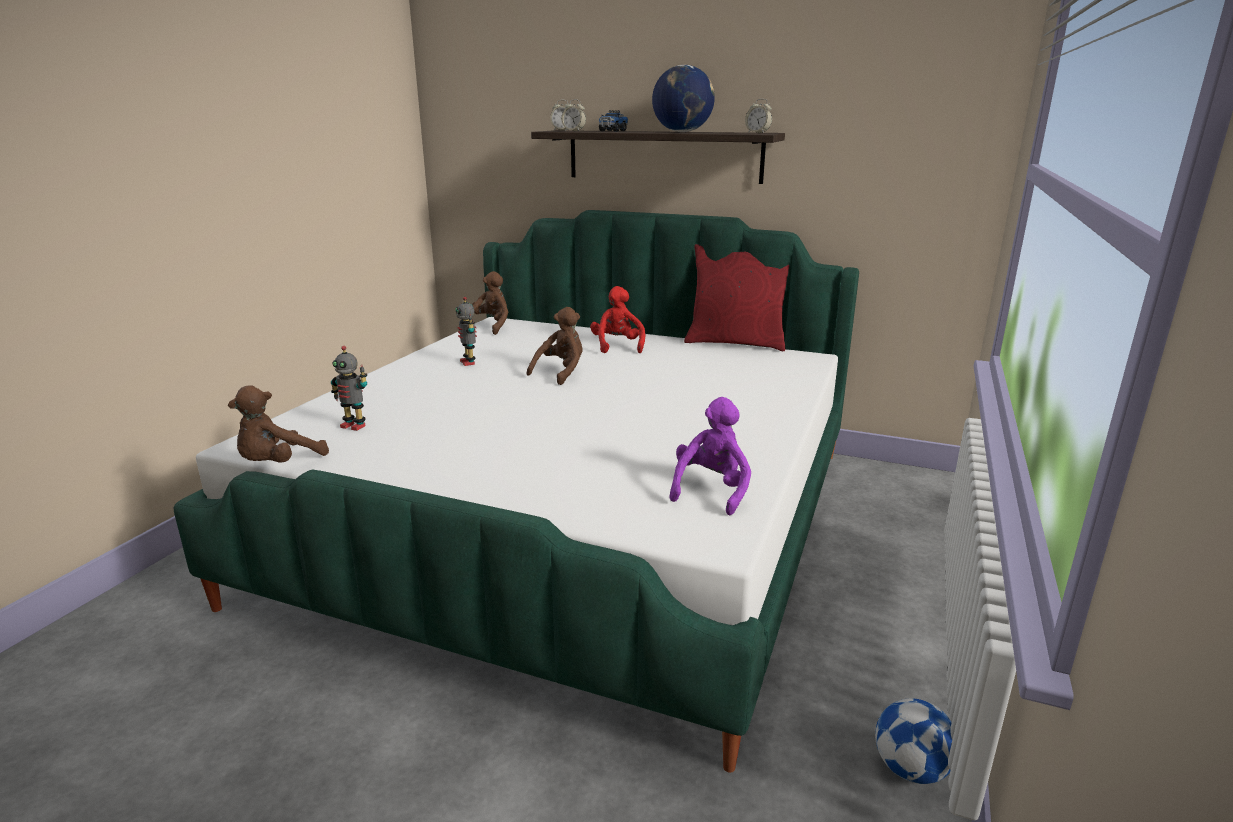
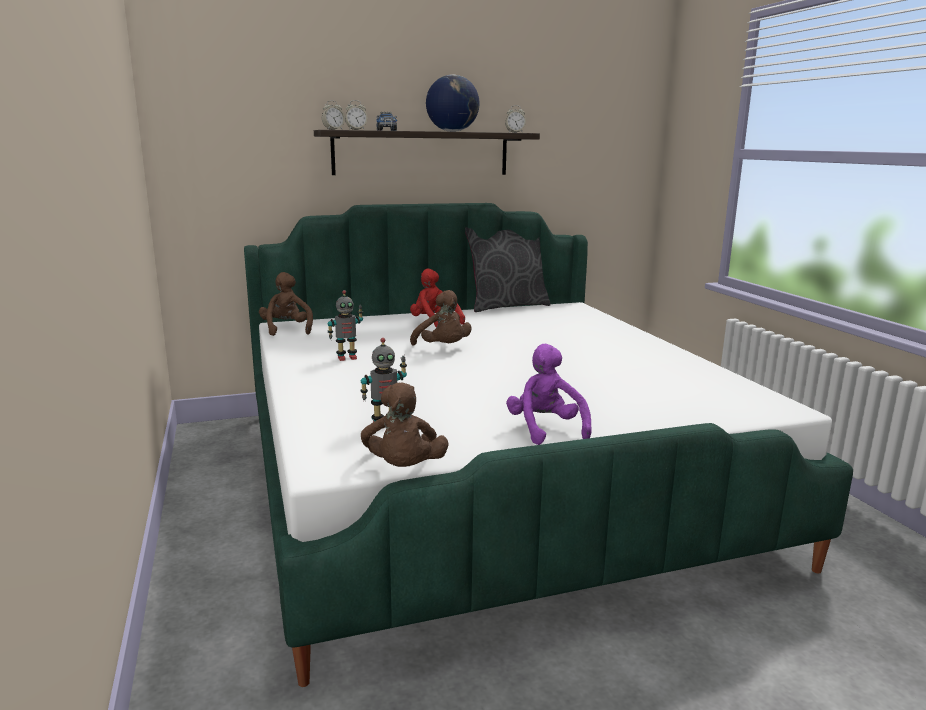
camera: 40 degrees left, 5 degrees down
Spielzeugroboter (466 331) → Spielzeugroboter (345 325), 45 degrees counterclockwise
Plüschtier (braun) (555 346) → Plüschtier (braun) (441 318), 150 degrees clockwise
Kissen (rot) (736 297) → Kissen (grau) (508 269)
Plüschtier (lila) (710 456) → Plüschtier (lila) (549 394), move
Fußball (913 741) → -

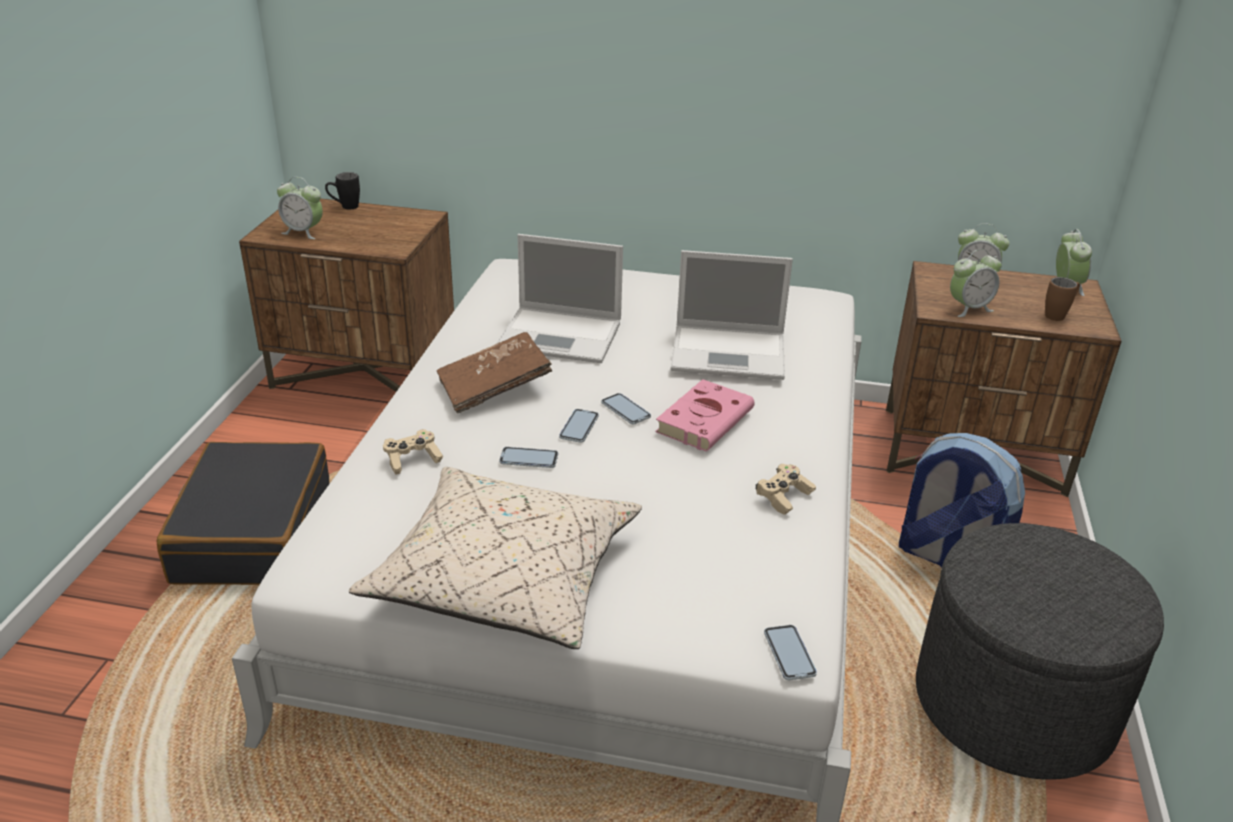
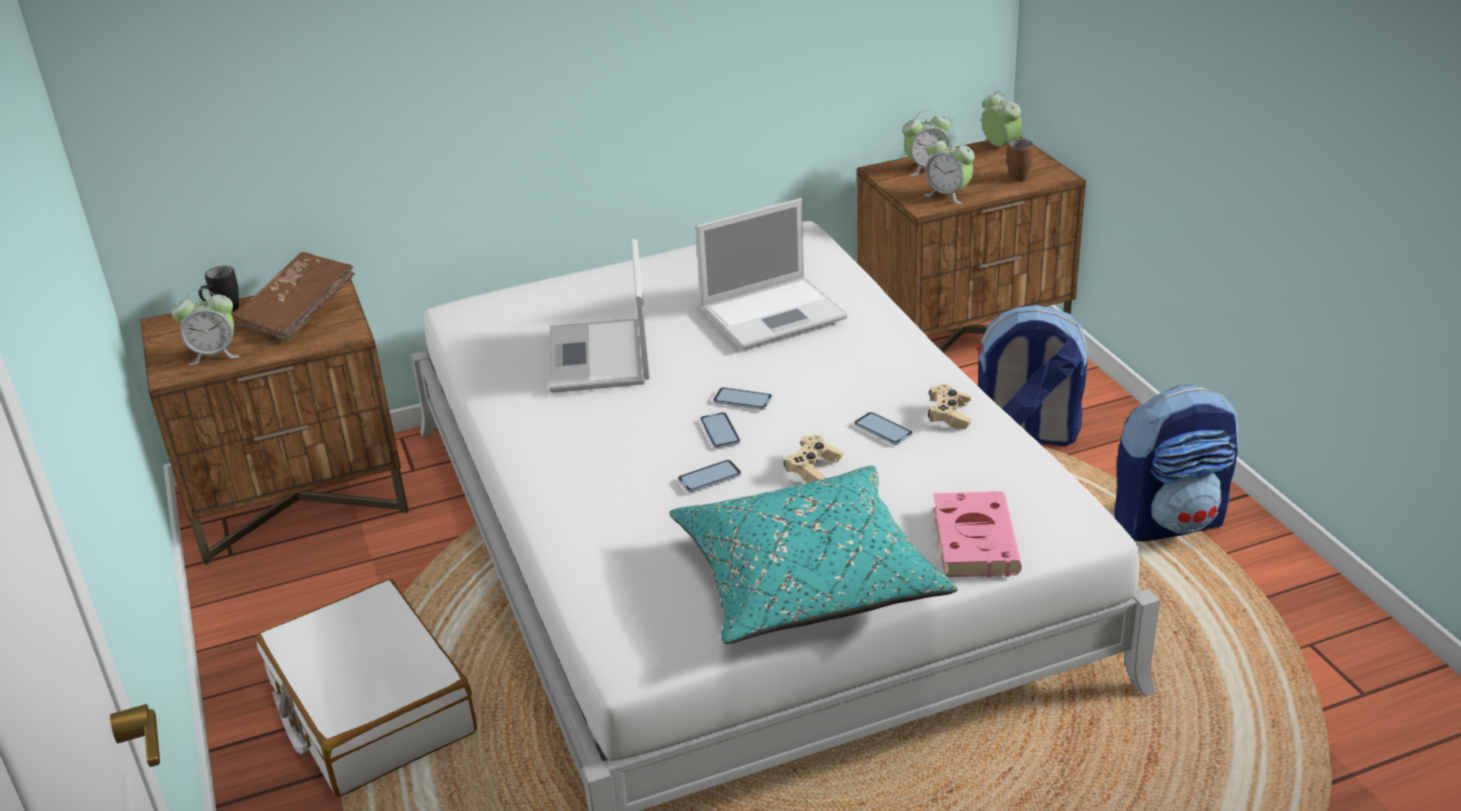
camera: 30 degrees left, 0 degrees up
Buch (braun) (494 372) → Buch (braun) (294 296), move
Koffer (schwarz) (243 513) → Koffer (weiß) (366 688)
Laptop (559 298) → Laptop (599 316), 105 degrees clockwise
Kissen (beige) (495 558) → Kissen (türkis) (813 555)
Gamepad (beige) (413 452) → Gamepad (beige) (813 459), move
Handy (790 652) → Handy (883 428), move
Wecker (976 283) → Wecker (949 169), 90 degrees clockwise
Buch (rosa) (705 415) → Buch (rosa) (977 534), move
Polsterhocker (grau) (1040 651) → Rucksack (1176 463)

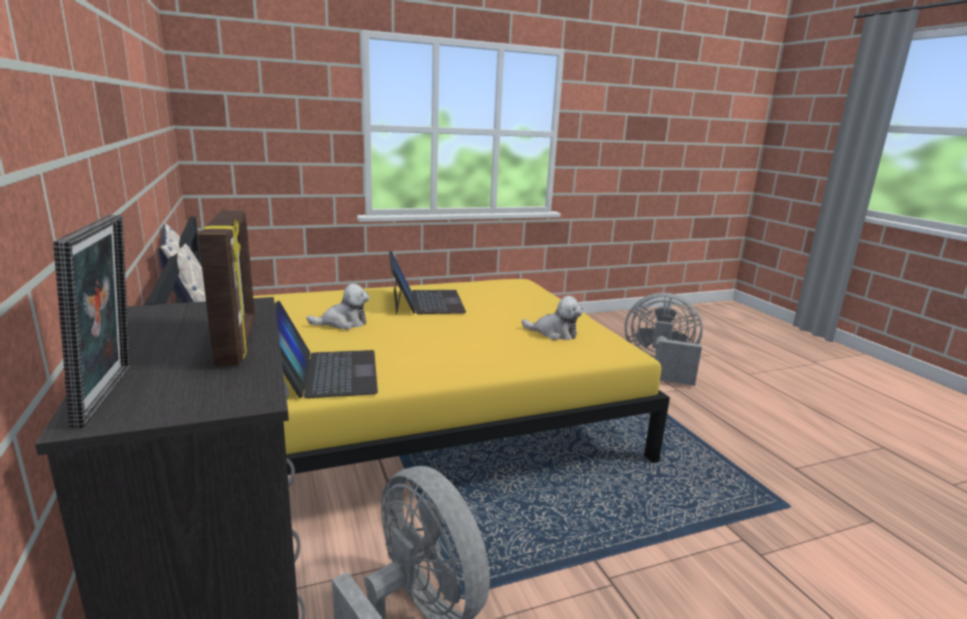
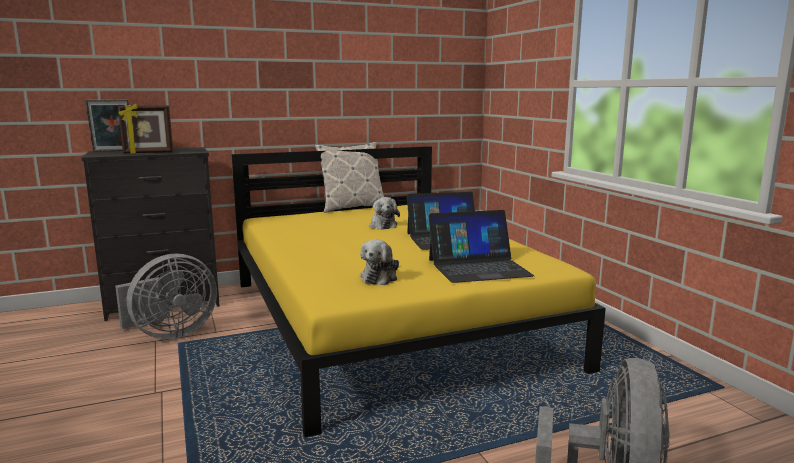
camera: 90 degrees right, 5 degrees down
Laptop (326 349) → Laptop (481 246), move

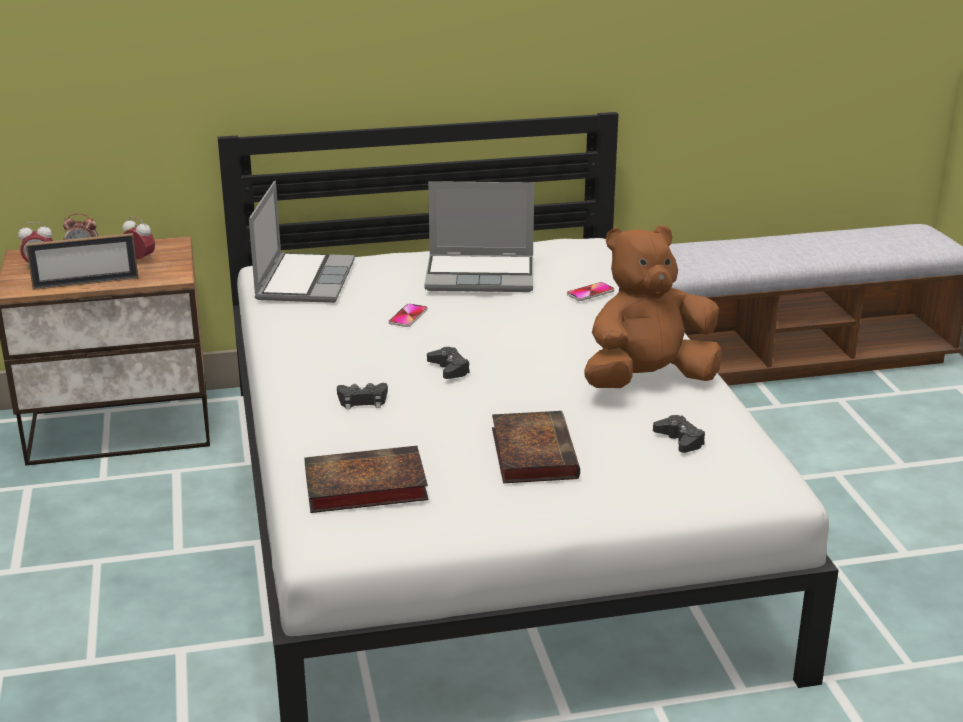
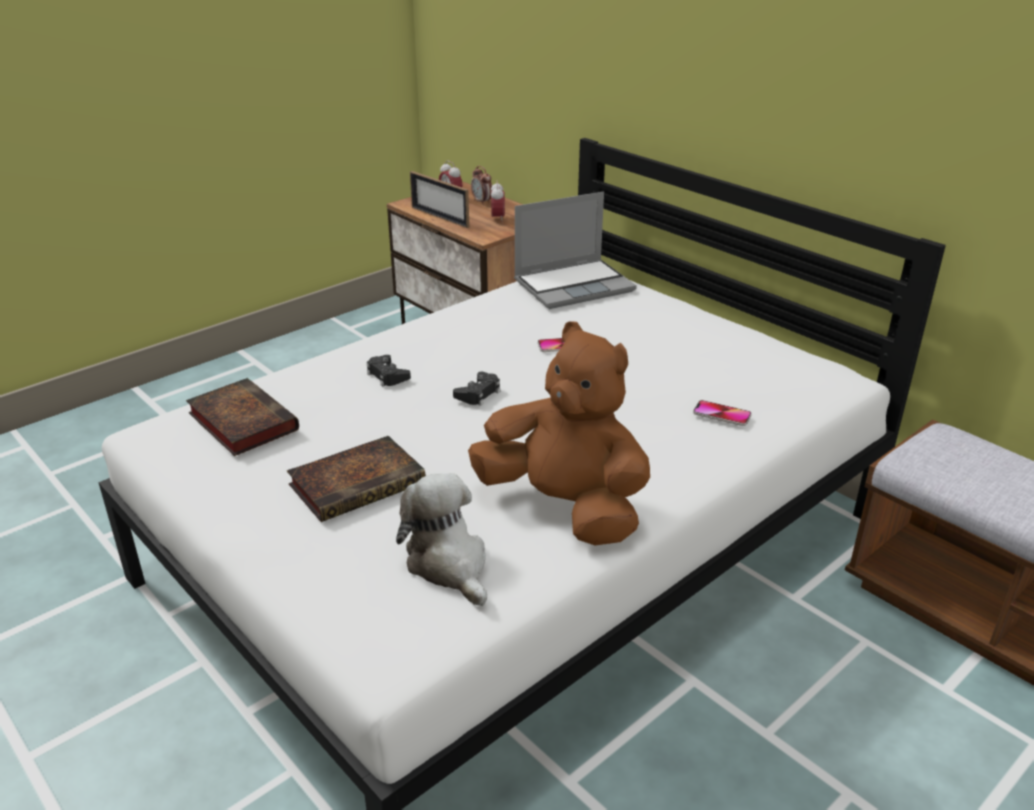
camera: 60 degrees right, 5 degrees up
Gamepad (schwarz) (679 434) → Plüschtier (441 539)
Laptop (479 236) → -

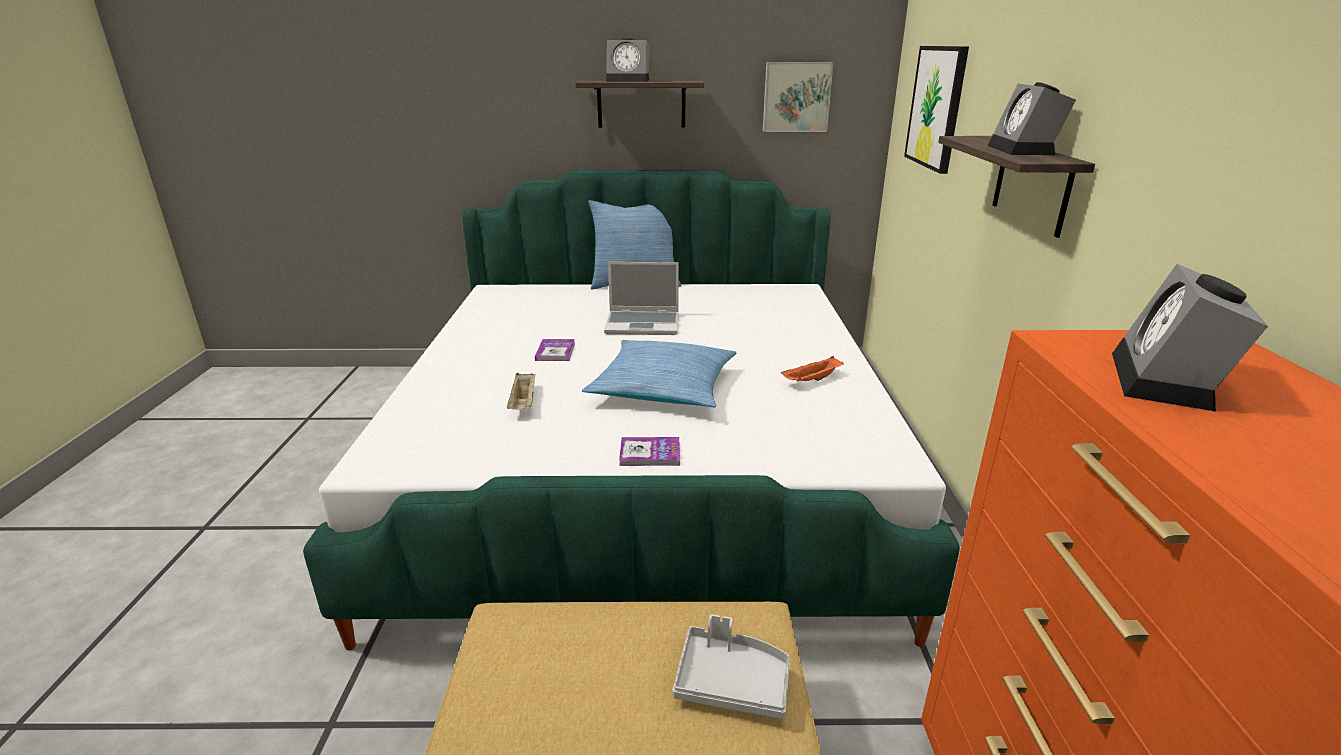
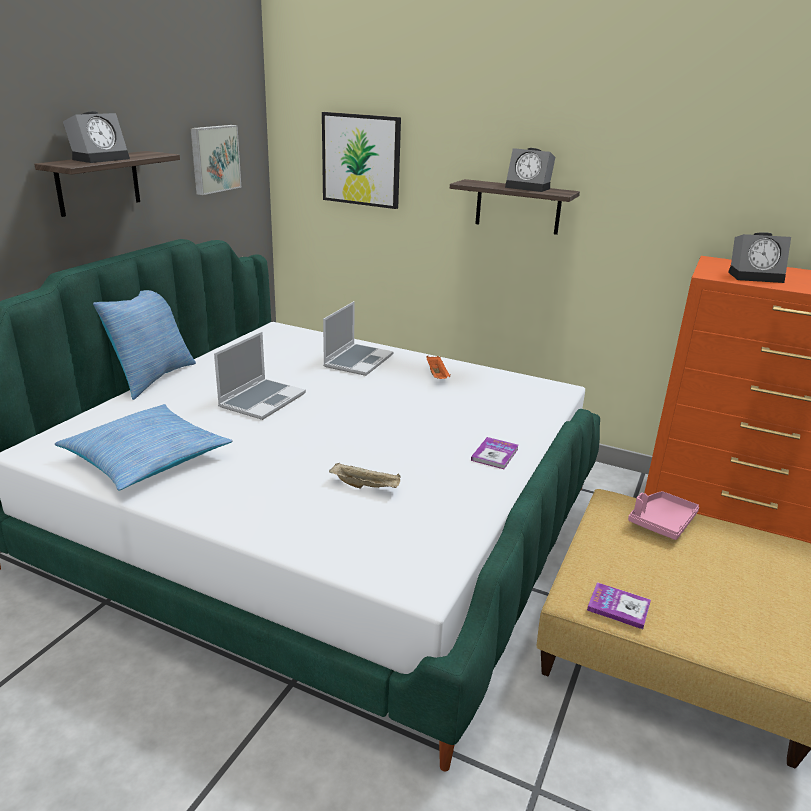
camera: 65 degrees left, 0 degrees up
Kissen (659 373) → Kissen (144 447), move
- → Laptop (358 338)
Buch (555 350) → Buch (619 605), move
Tablett (grau) (731 666) → Tablett (rosa) (663 515)
Wecker (1190 338) → Wecker (759 257), 45 degrees counterclockwise

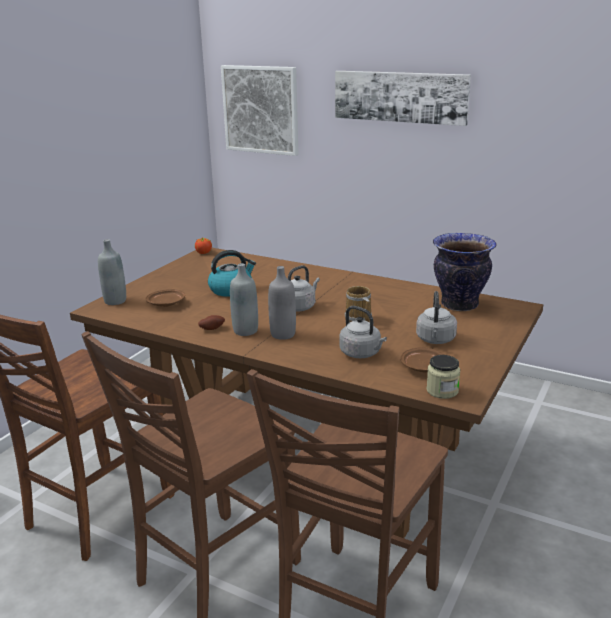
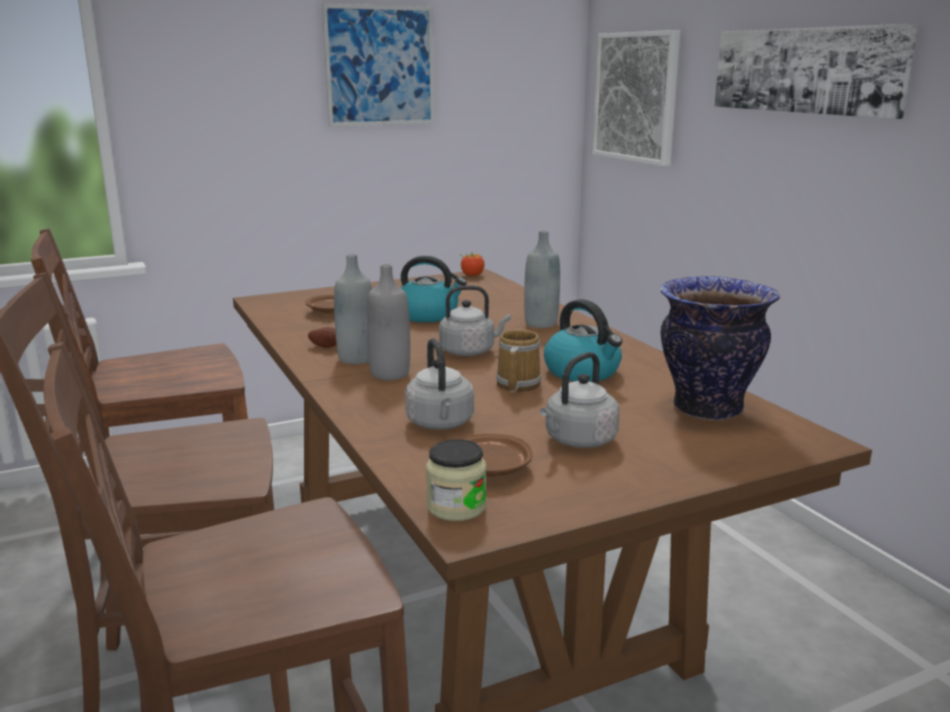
camera: 35 degrees right, 5 degrees down
- → Bild (378 65)
Flasche (grau) (112 272) → Flasche (grau) (542 279), move
- → Wasserkessel (583 340)

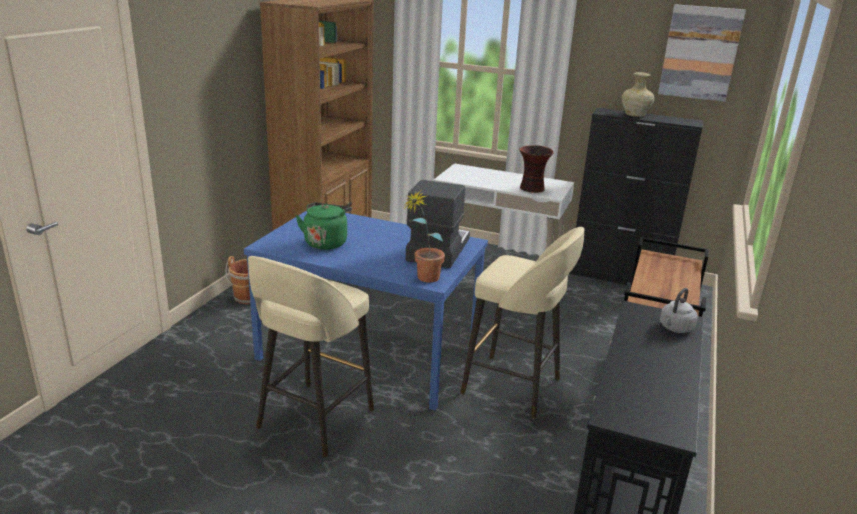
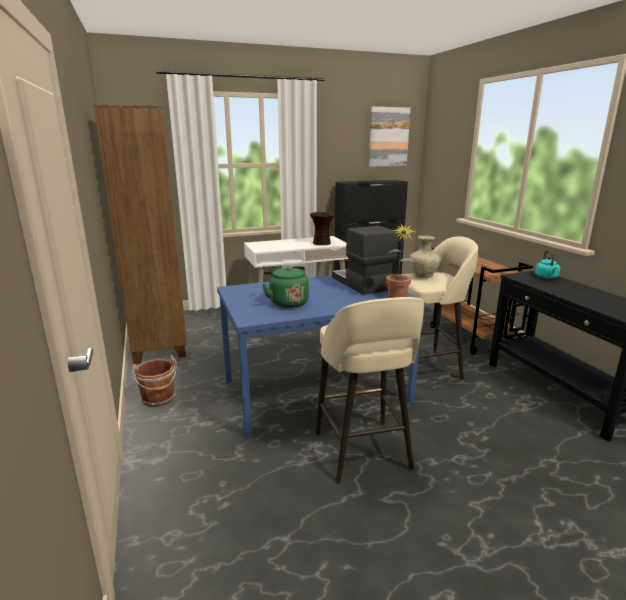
camera: 40 degrees left, 5 degrees down
Vase (beige) (638 94) → Vase (beige) (424 256), move
Wasserkessel (grau) (679 310) → Wasserkessel (türkis) (547 264)

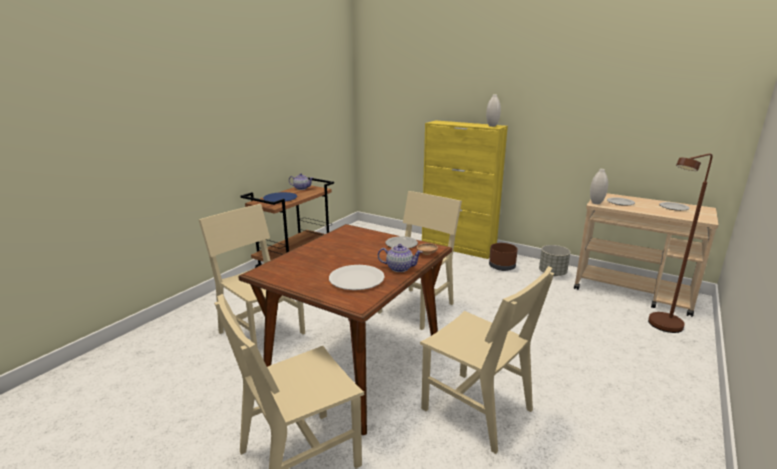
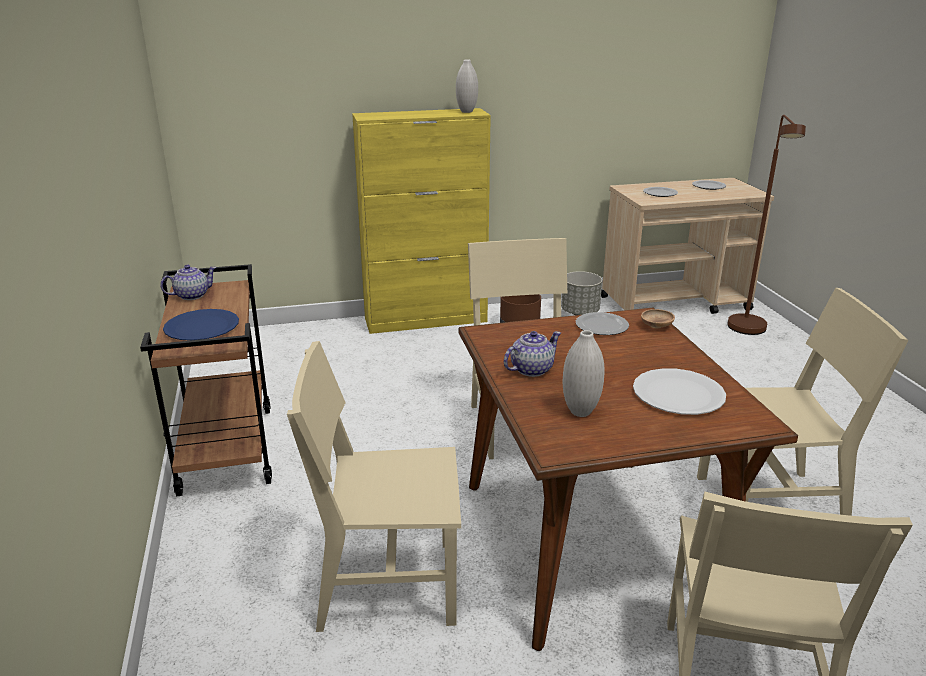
camera: 45 degrees left, 5 degrees up
Teekanne (400 258) → Teekanne (532 354), move
Vase (weiß) (599 186) → Vase (weiß) (584 373), move

